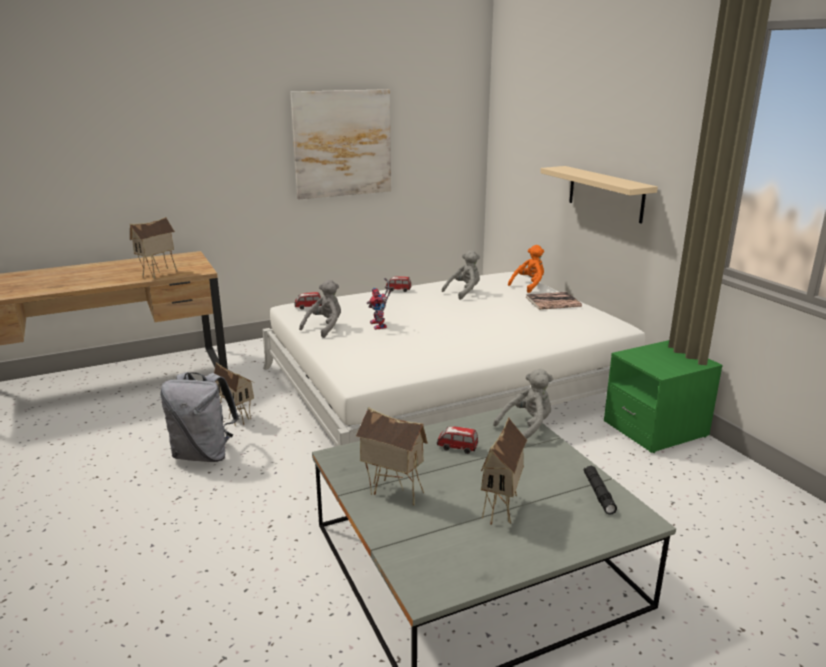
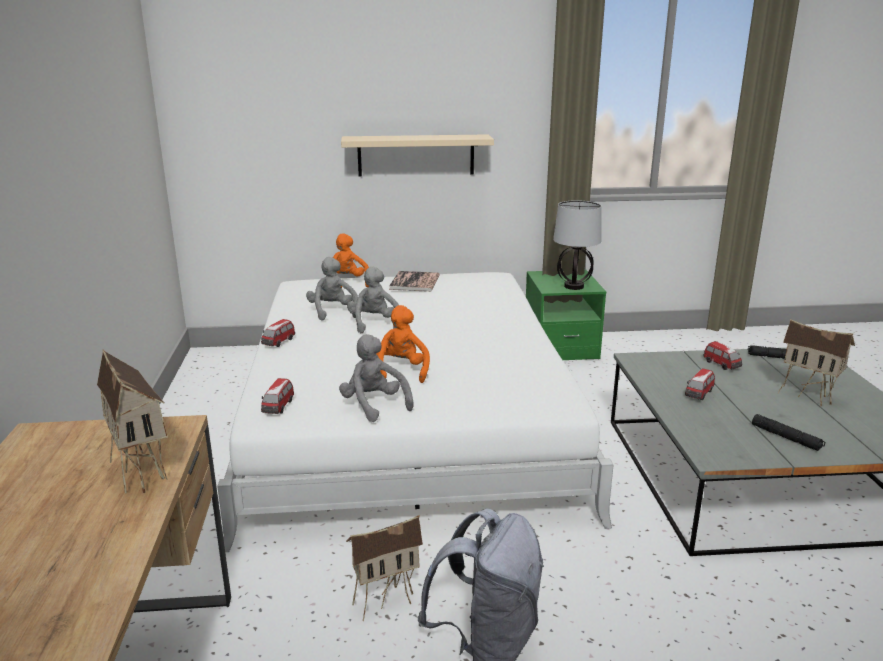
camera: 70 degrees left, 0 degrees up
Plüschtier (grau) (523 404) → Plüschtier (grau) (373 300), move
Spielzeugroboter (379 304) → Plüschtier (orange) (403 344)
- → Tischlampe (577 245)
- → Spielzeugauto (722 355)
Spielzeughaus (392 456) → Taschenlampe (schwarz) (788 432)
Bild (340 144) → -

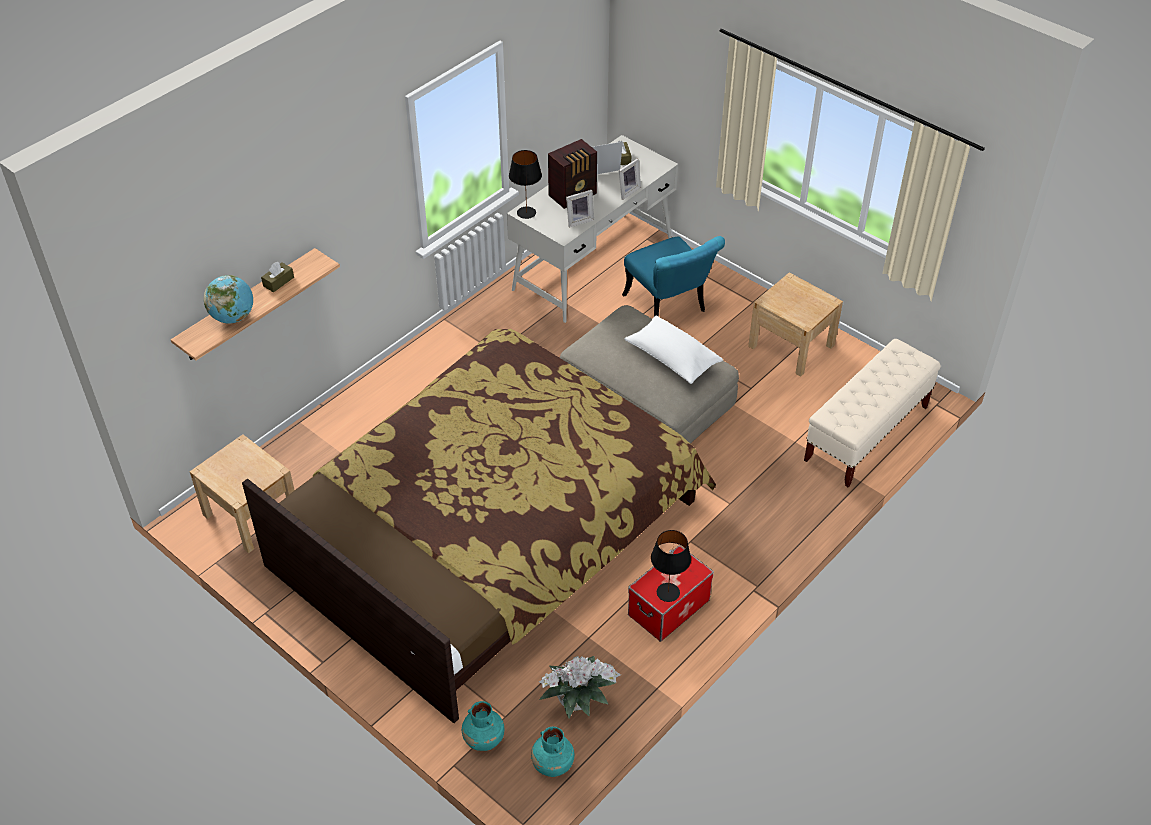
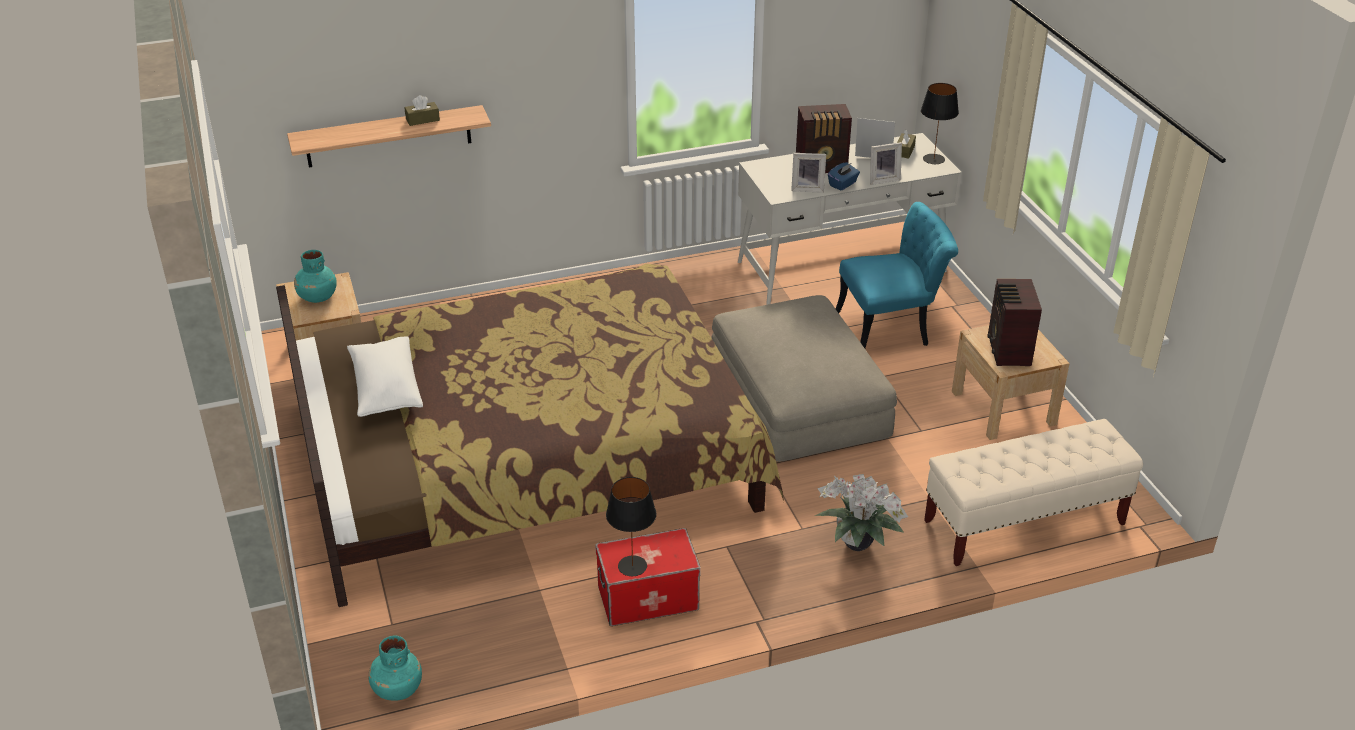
camera: 30 degrees right, 10 degrees down
Vase (türkis) (483 726) → Vase (türkis) (315 276), move
Kissen (weiß) (673 349) → Kissen (weiß) (385 376), move
Topfpflanze (580 687) → Topfpflanze (861 512), move
- → Taschentuchbox (blau) (844 176)
Stuhl (türkis) (673 276) → Stuhl (türkis) (896 275), 105 degrees counterclockwise
Tischlampe (schwarz) (525 184) → Tischlampe (schwarz) (940 123), move
- → Radio (1014 322)
Globus (228 299) → -

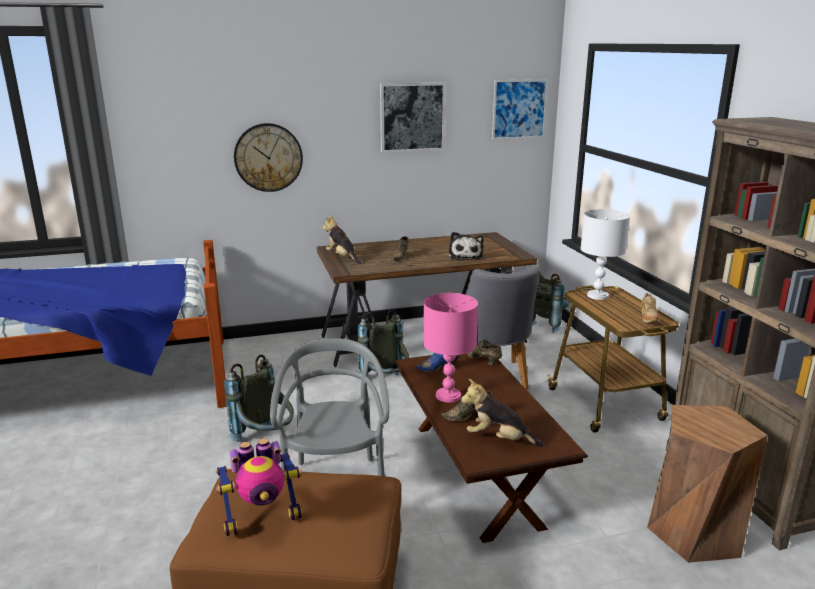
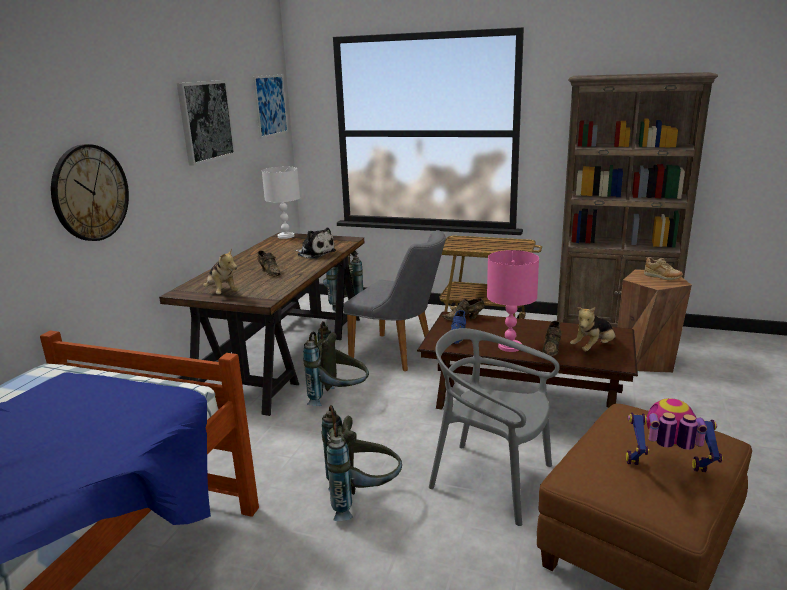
camera: 55 degrees left, 0 degrees up
Plüschtier (342 240) → Plüschtier (220 271), 120 degrees counterclockwise
Tischlampe (weiß) (605 254) → Tischlampe (weiß) (281 203), move
Spielzeugroboter (259 487) → Spielzeugroboter (674 435), 90 degrees counterclockwise
Schuh (beige) (650 308) → Schuh (beige) (663 268), move

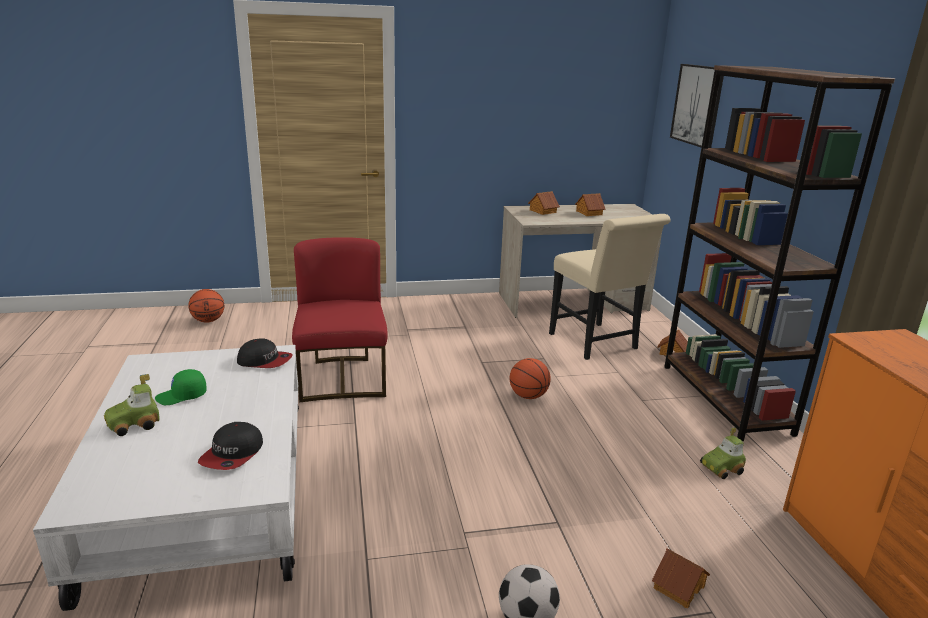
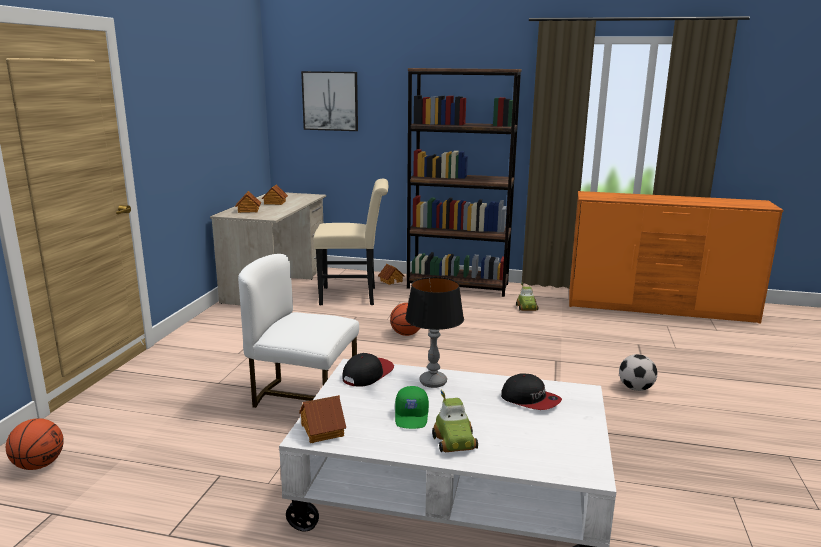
camera: 65 degrees left, 5 degrees down
Stuhl (rot) (340 319) → Stuhl (weiß) (298 331)
Spielzeughaus (681 578) → Spielzeughaus (322 419), move
- → Tischlampe (434 332)

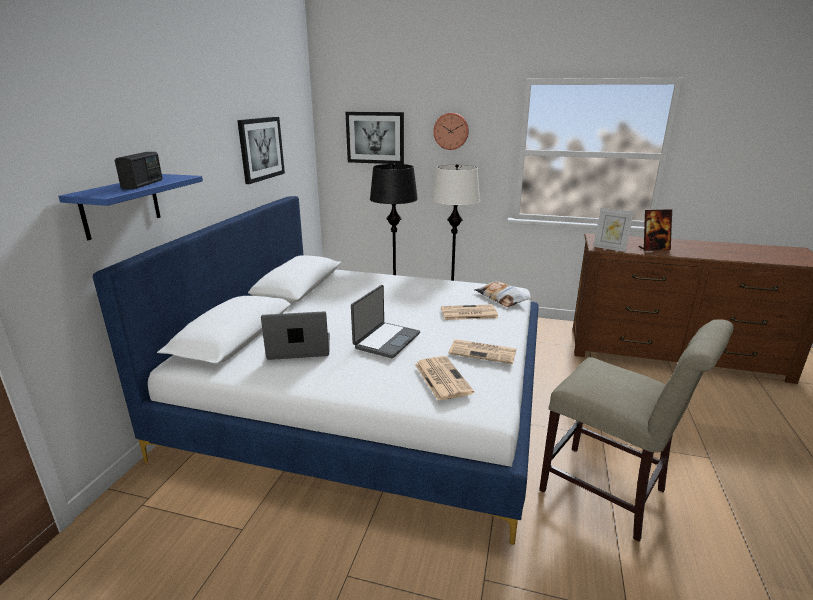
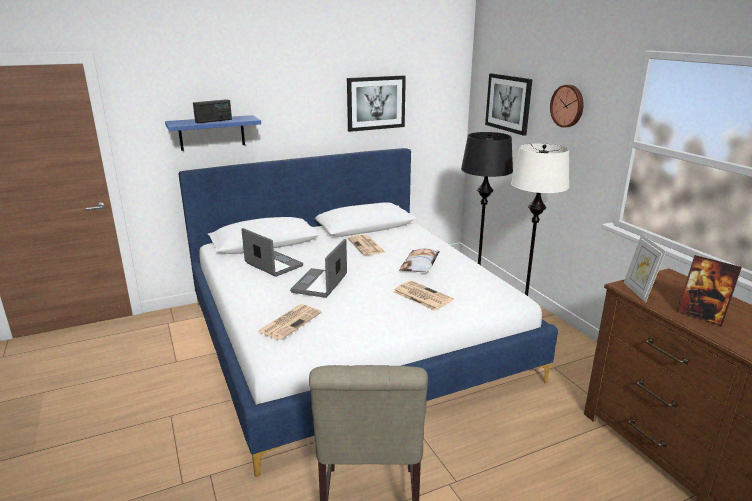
camera: 50 degrees right, 0 degrees up
Laptop (385 321) → Laptop (318 268), 120 degrees clockwise
Zeitung (482 351) → Zeitung (366 245), move
Kissen (503 294) → Kissen (420 260), move

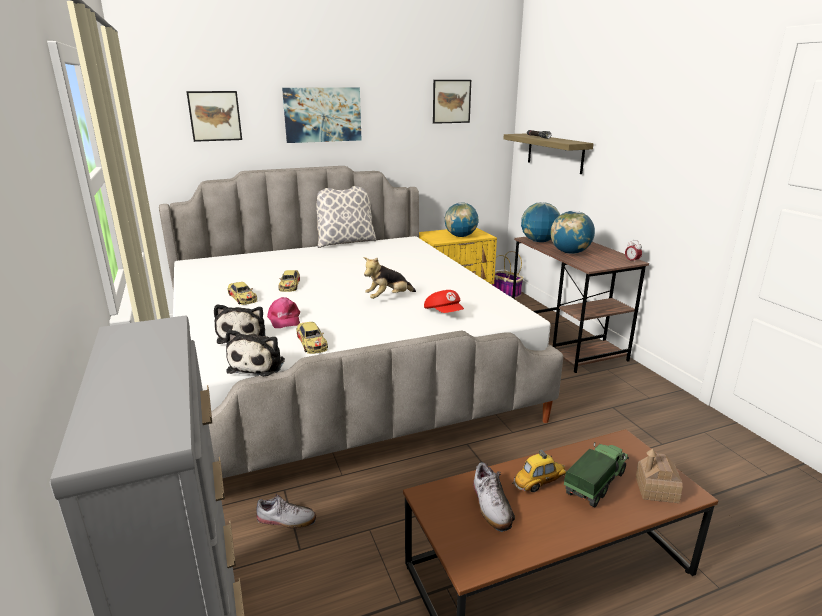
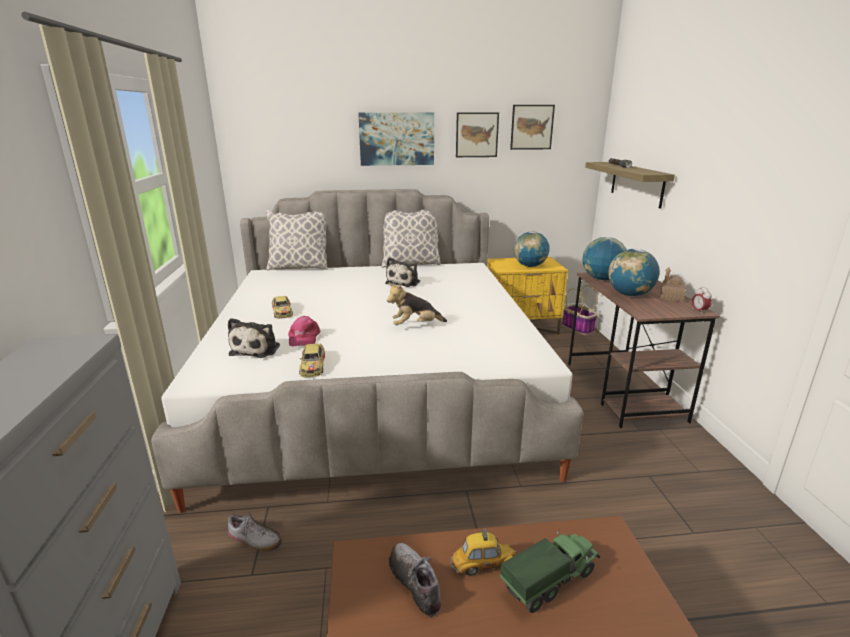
camera: 15 degrees right, 0 degrees up
- → Kissen (296 240)
Plüschtier (255 352) → Plüschtier (402 272), move
Schuh (494 497) → Schuh (415 580), 150 degrees clockwise
Bild (214 116) → Bild (477 134), move
Spielzeughaus (659 476) → Spielzeughaus (673 284), move
Spielzeugauto (289 281) → -
Kappe (rot) (444 301) → -

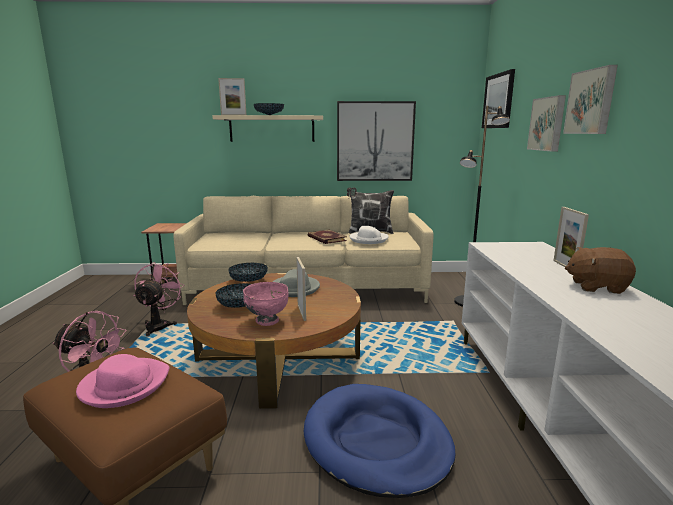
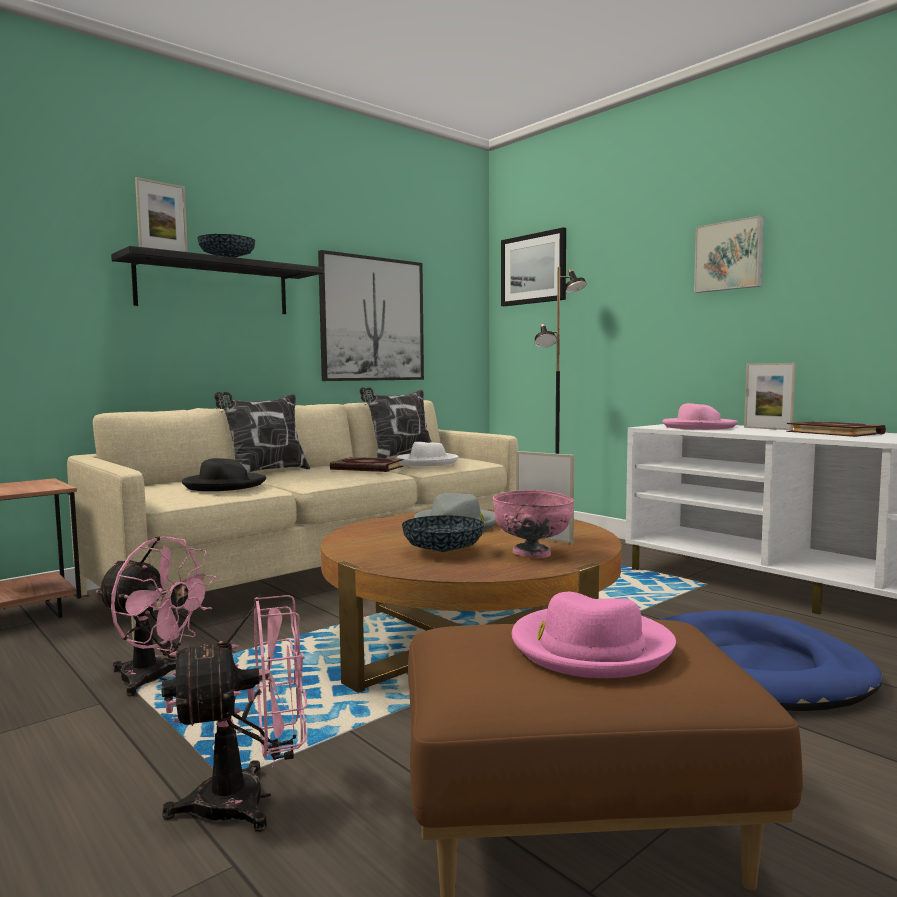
camera: 40 degrees left, 10 degrees down
Ventilator (rosa) (159 299) → Ventilator (rosa) (156 616), 150 degrees clockwise
Wandregal (beige) (267 128) → Wandregal (schwarz) (217 280)
- → Hut (schwarz) (224 474)
- → Kissen (262 432)
- → Hut (rosa) (700 416)
Plüschtier (braun) (600 270) → Buch (836 429)
Schüssel (248 272) → -
Bild (546 123) → -

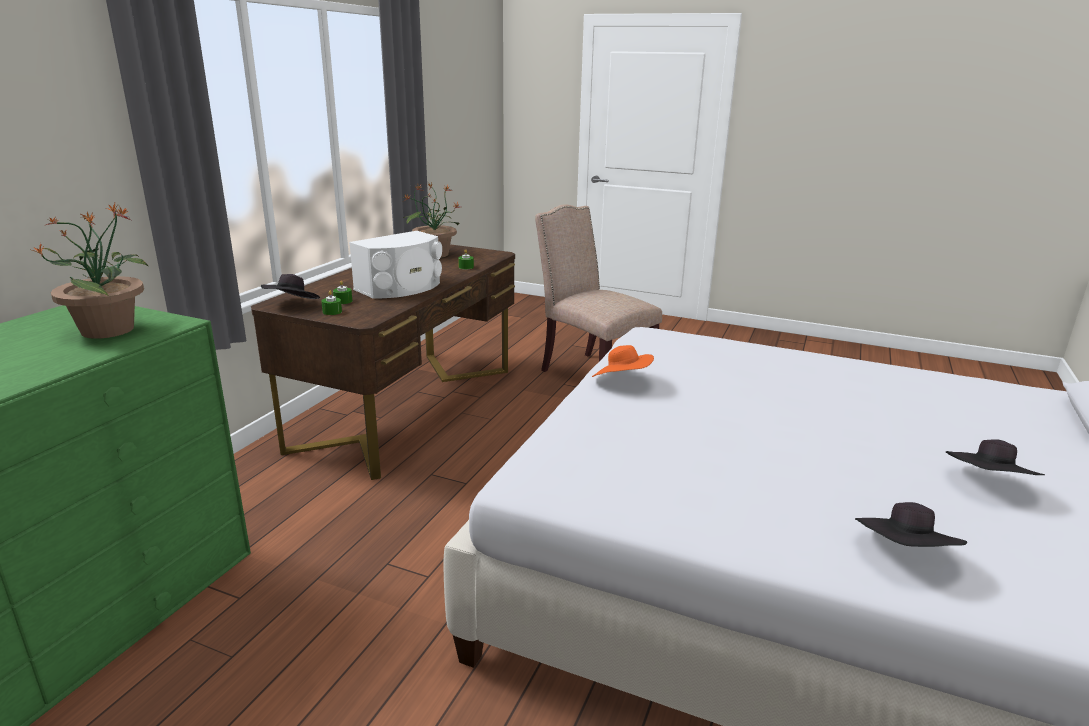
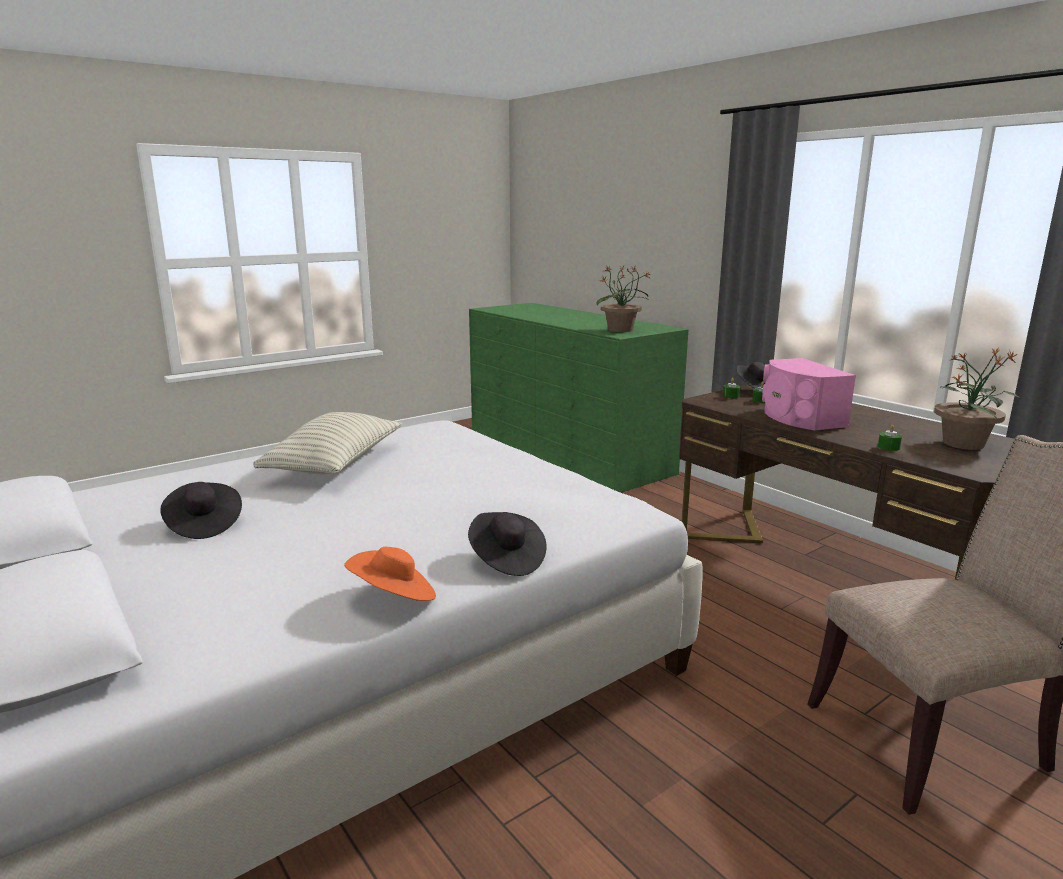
camera: 120 degrees right, 5 degrees down
- → Kissen (327 443)
Hut (orange) (623 361) → Hut (orange) (390 574), move
Hut (schwarz) (911 524) → Hut (schwarz) (507 544), move
Lautsprecher (weiß) (395 265) → Lautsprecher (rosa) (809 394)

